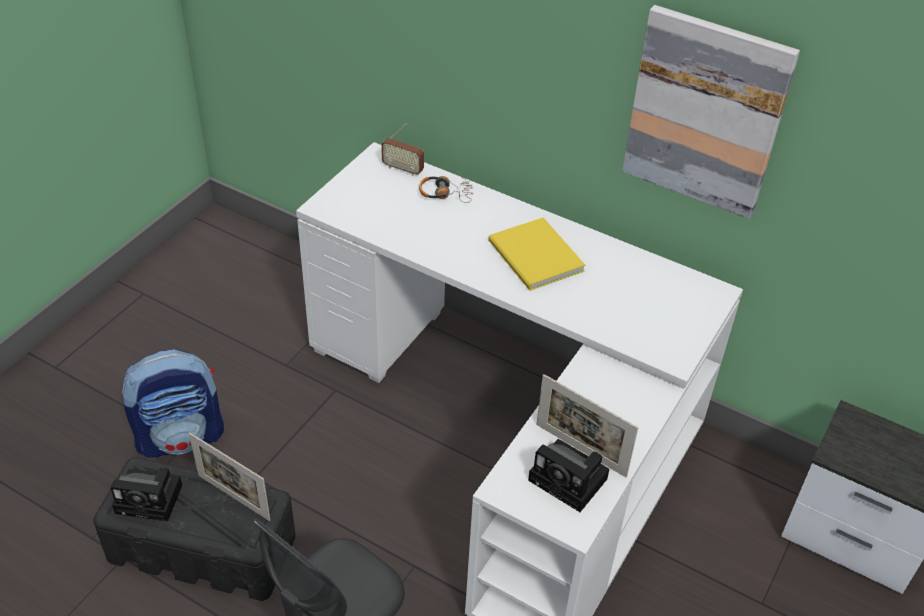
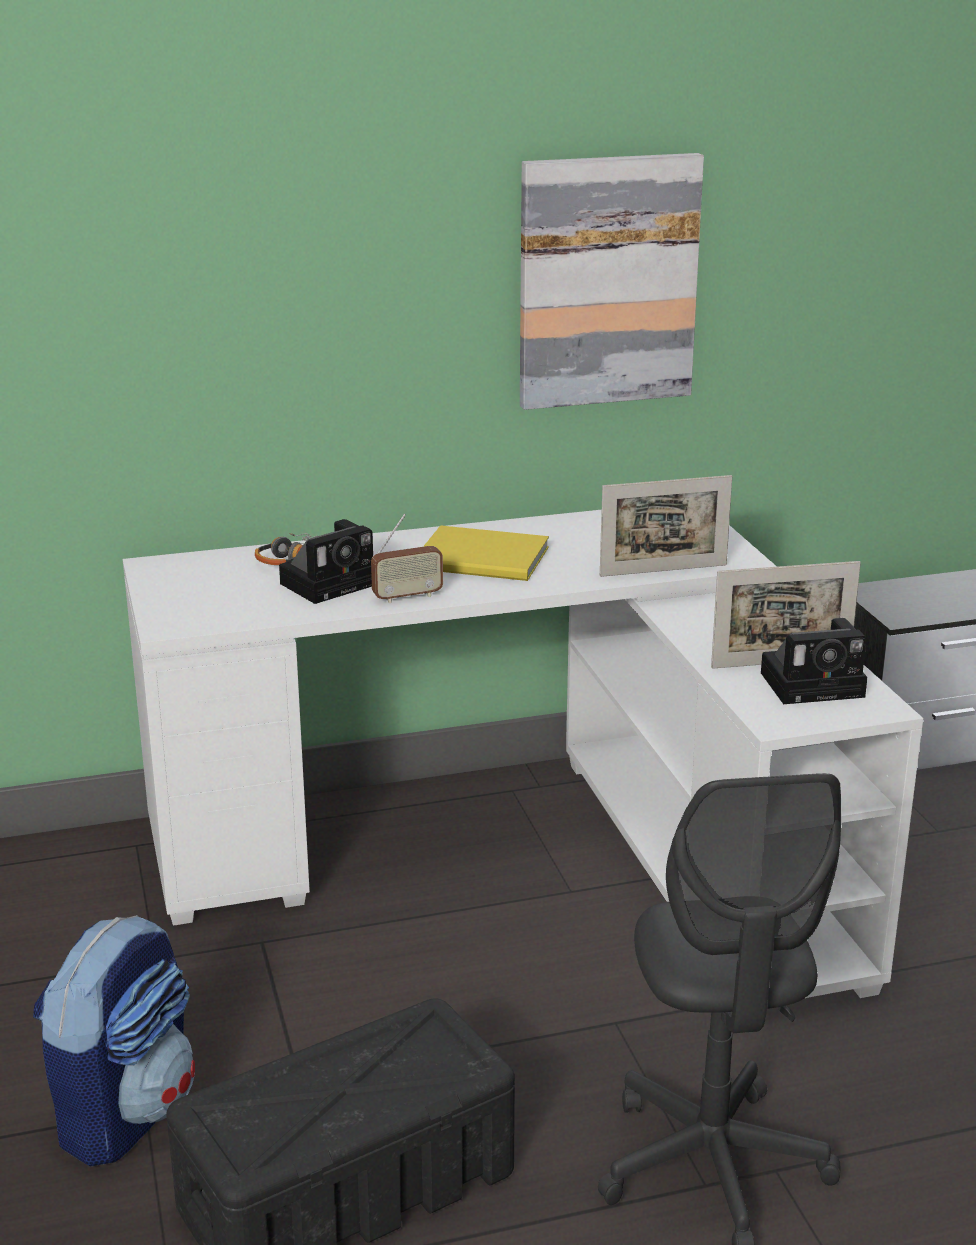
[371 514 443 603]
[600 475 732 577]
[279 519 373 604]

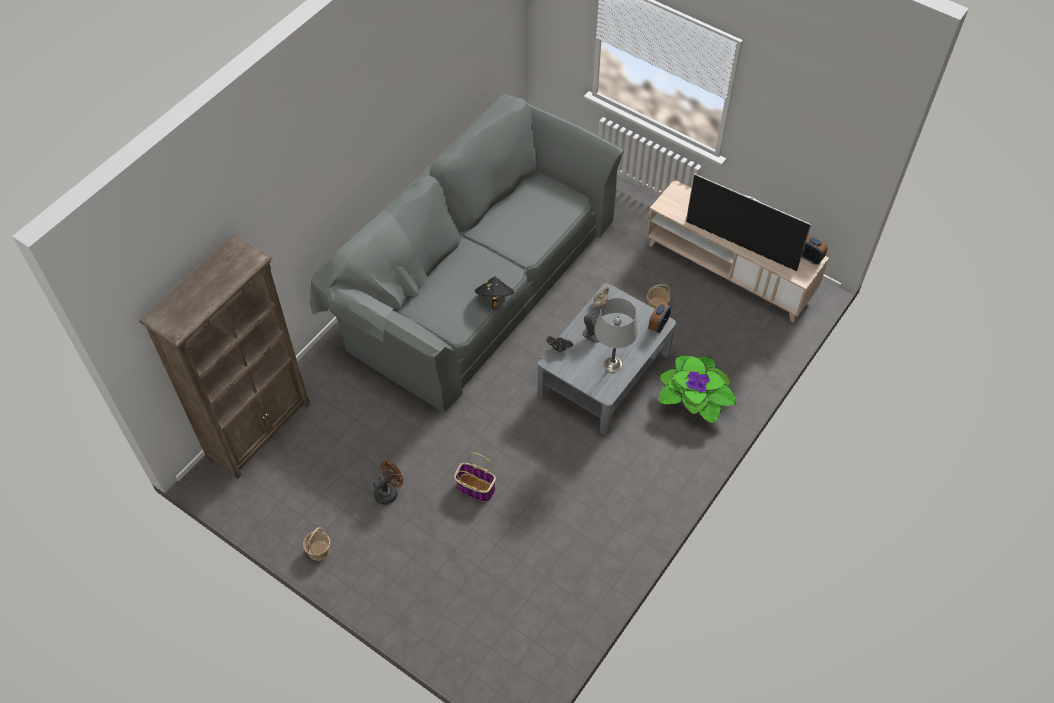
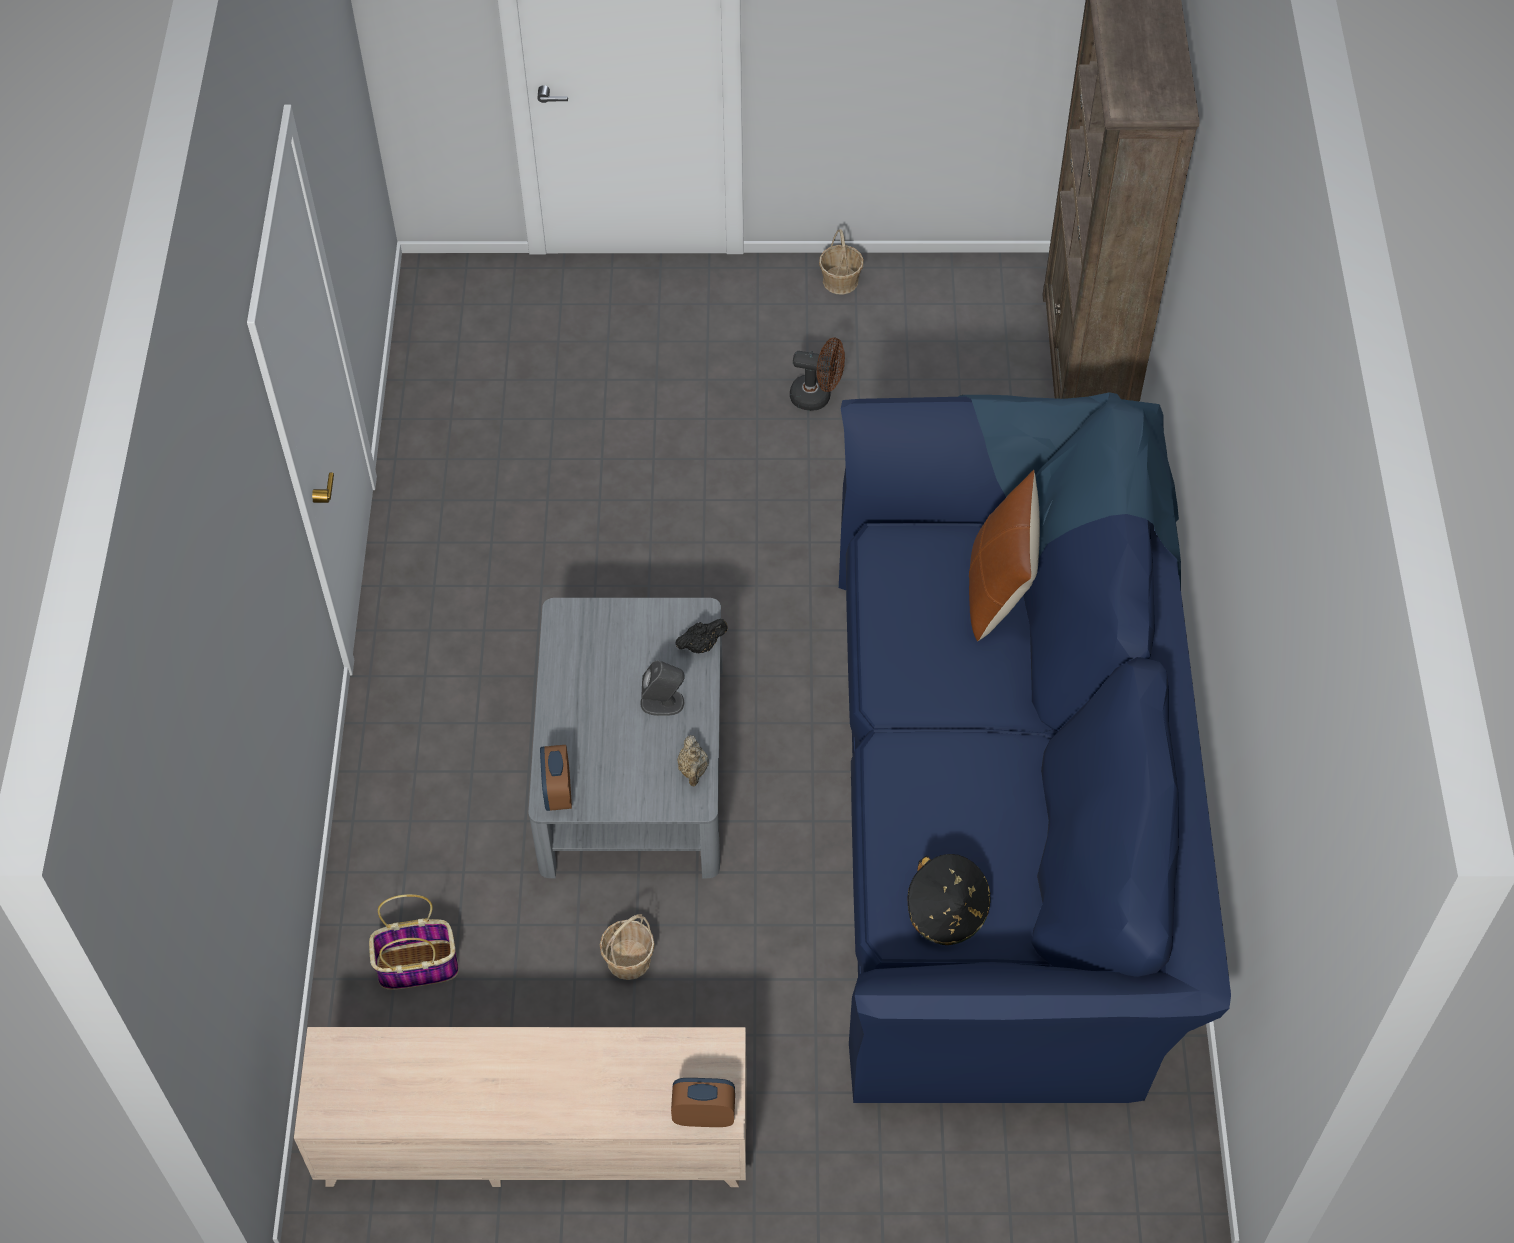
[839 392 1231 1103]
[686 174 812 271] (first image)
[671 1078 735 1127]
[908 854 991 945]
[594 298 639 372] (first image)
[659 356 736 424] (first image)
[369 894 459 990]
[790 338 845 411]
[969 470 1040 641]

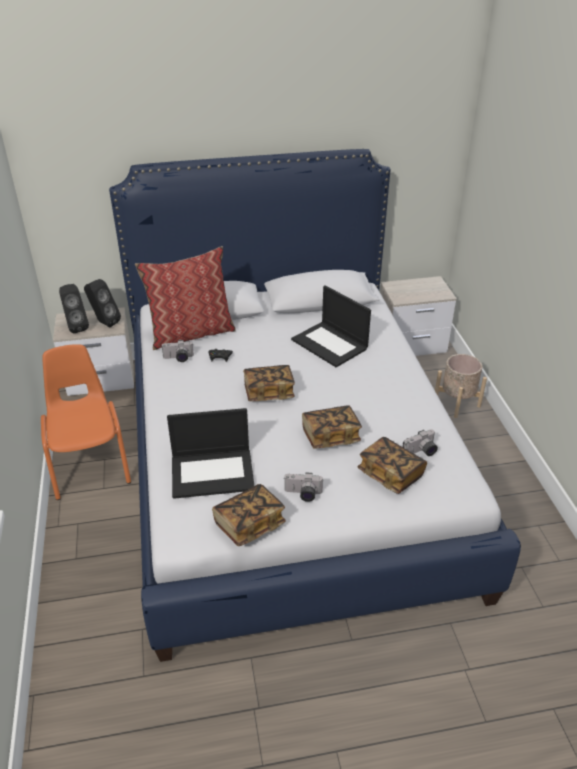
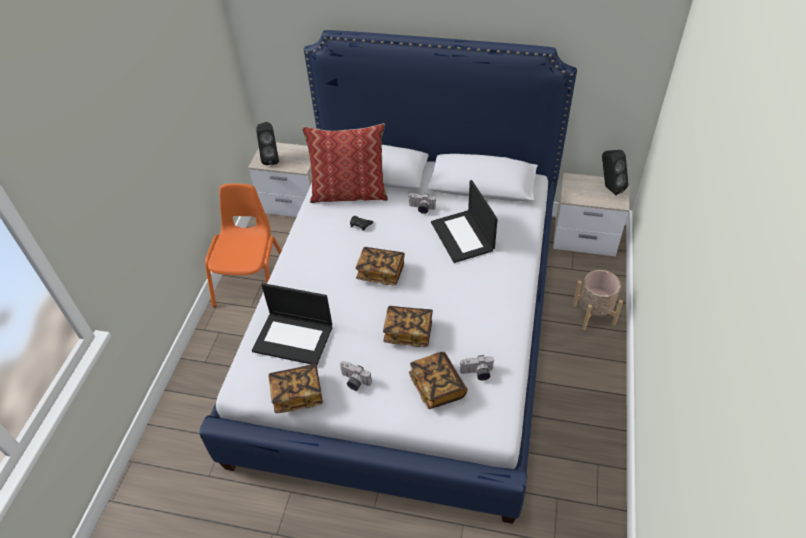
[602 150 629 196]
[408 193 436 214]

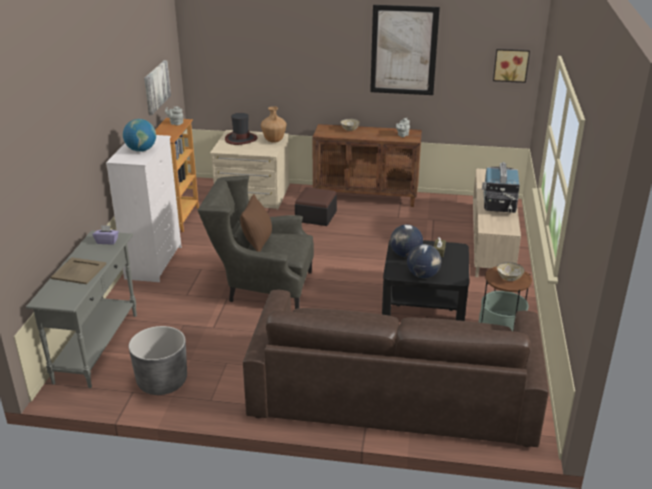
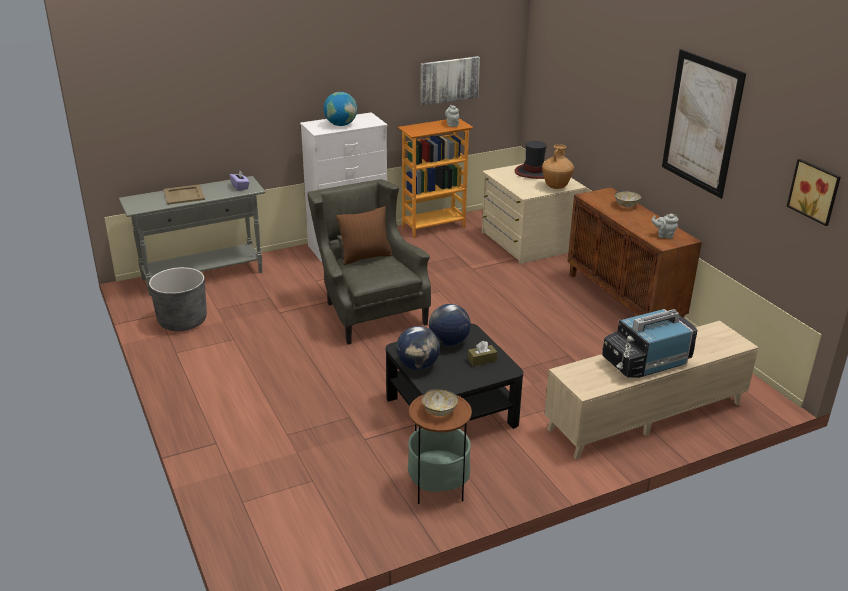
[295 187 337 226] (first image)
[243 290 549 447] (first image)

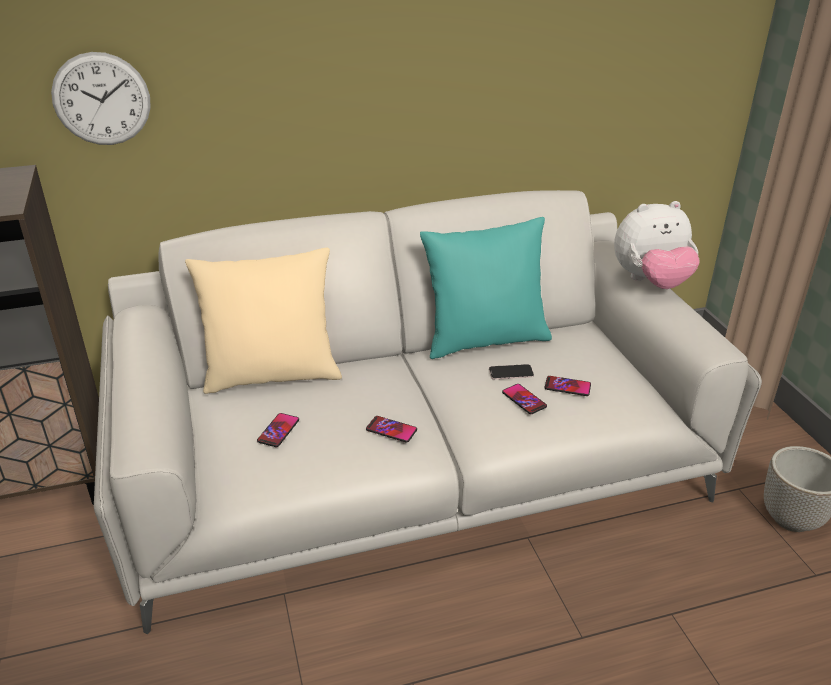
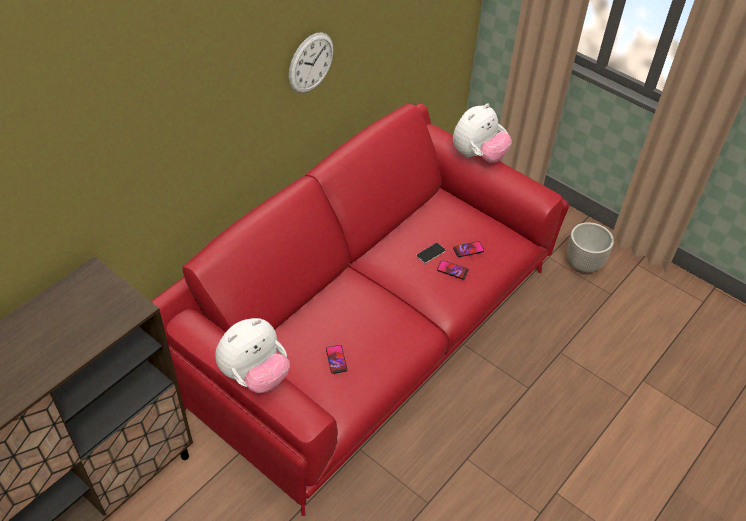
[289 32 334 94]
[151 104 569 516]
[420 217 552 359] (first image)
[185 248 342 394] (first image)
[366 416 417 443] (first image)
[215 318 290 393]

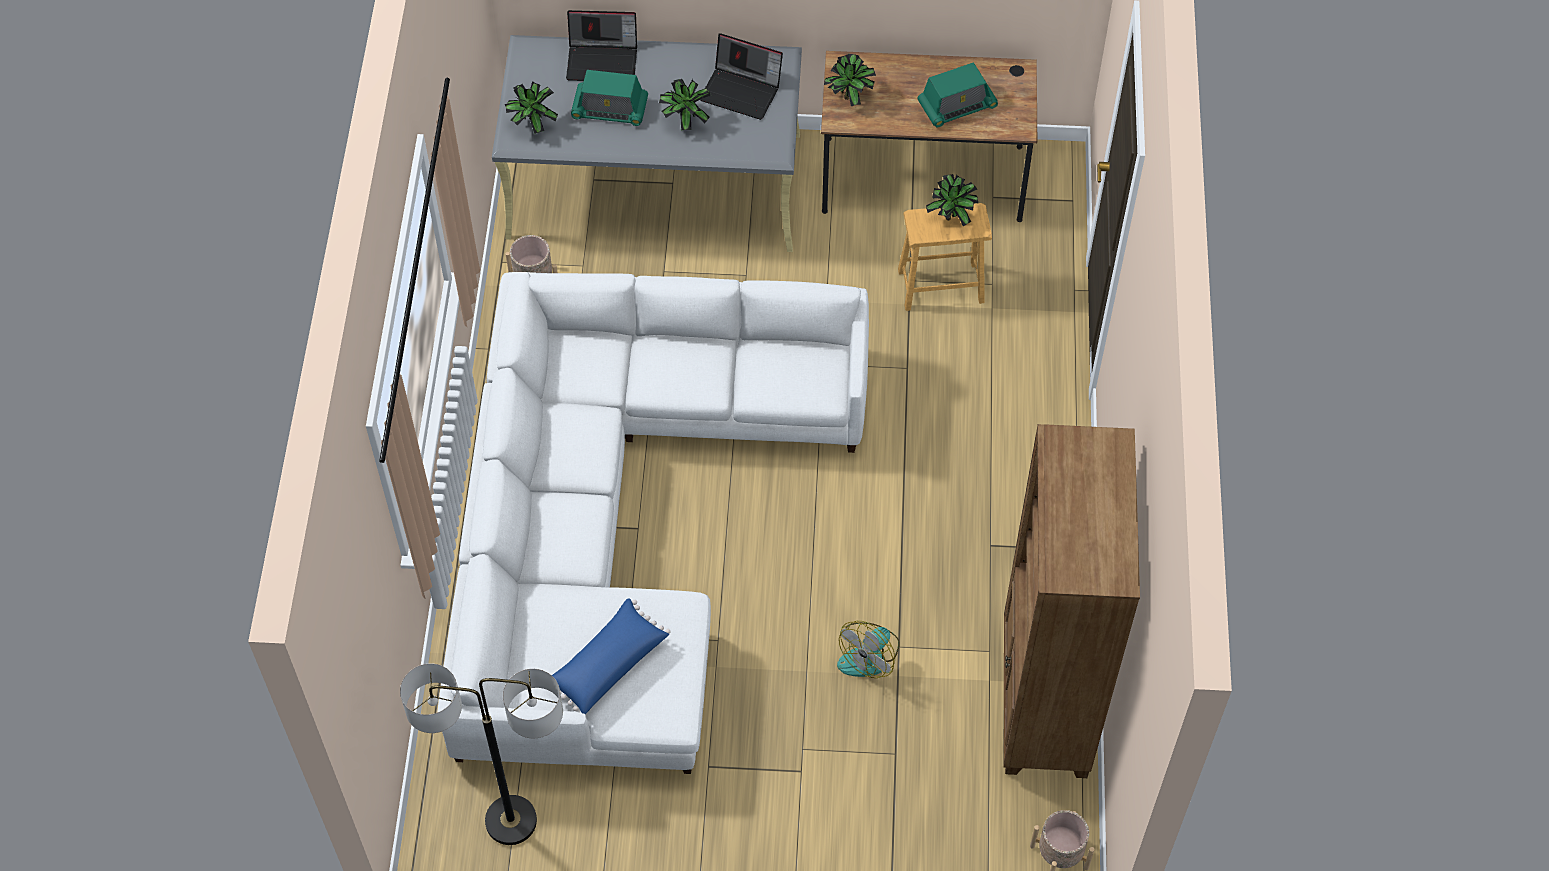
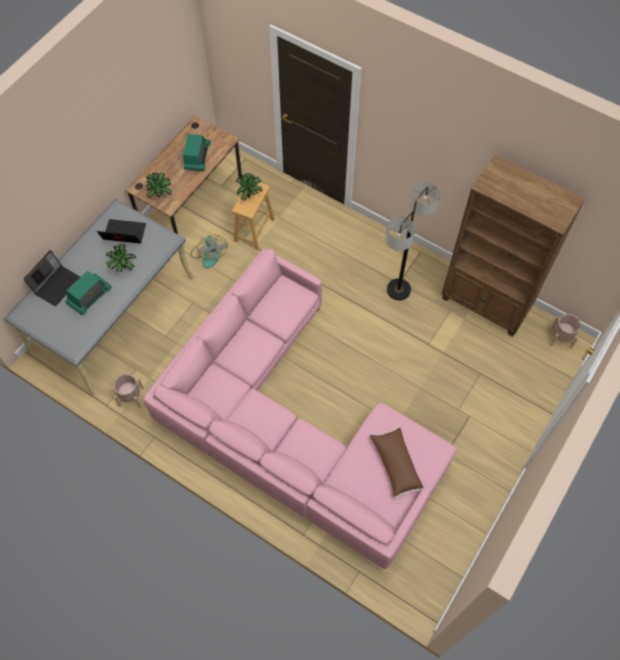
[97 219 146 243]
[505 81 558 134] (first image)
[143 249 456 569]
[370 426 423 499]
[190 235 228 269]
[385 182 440 300]

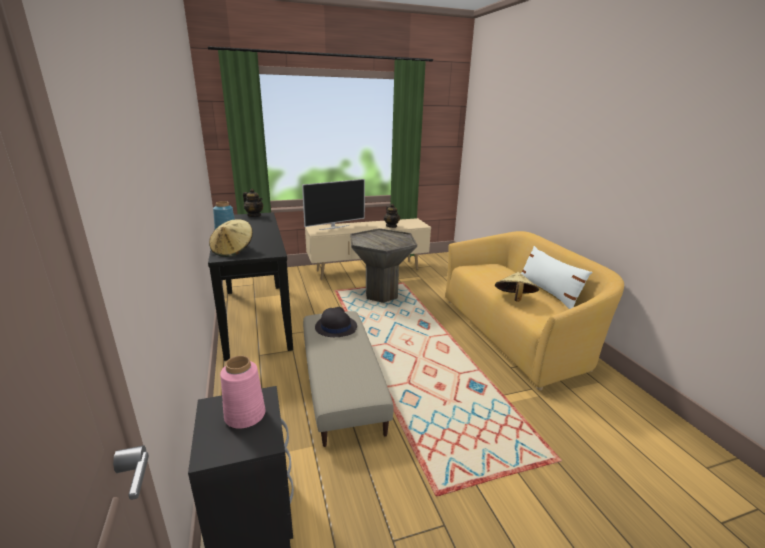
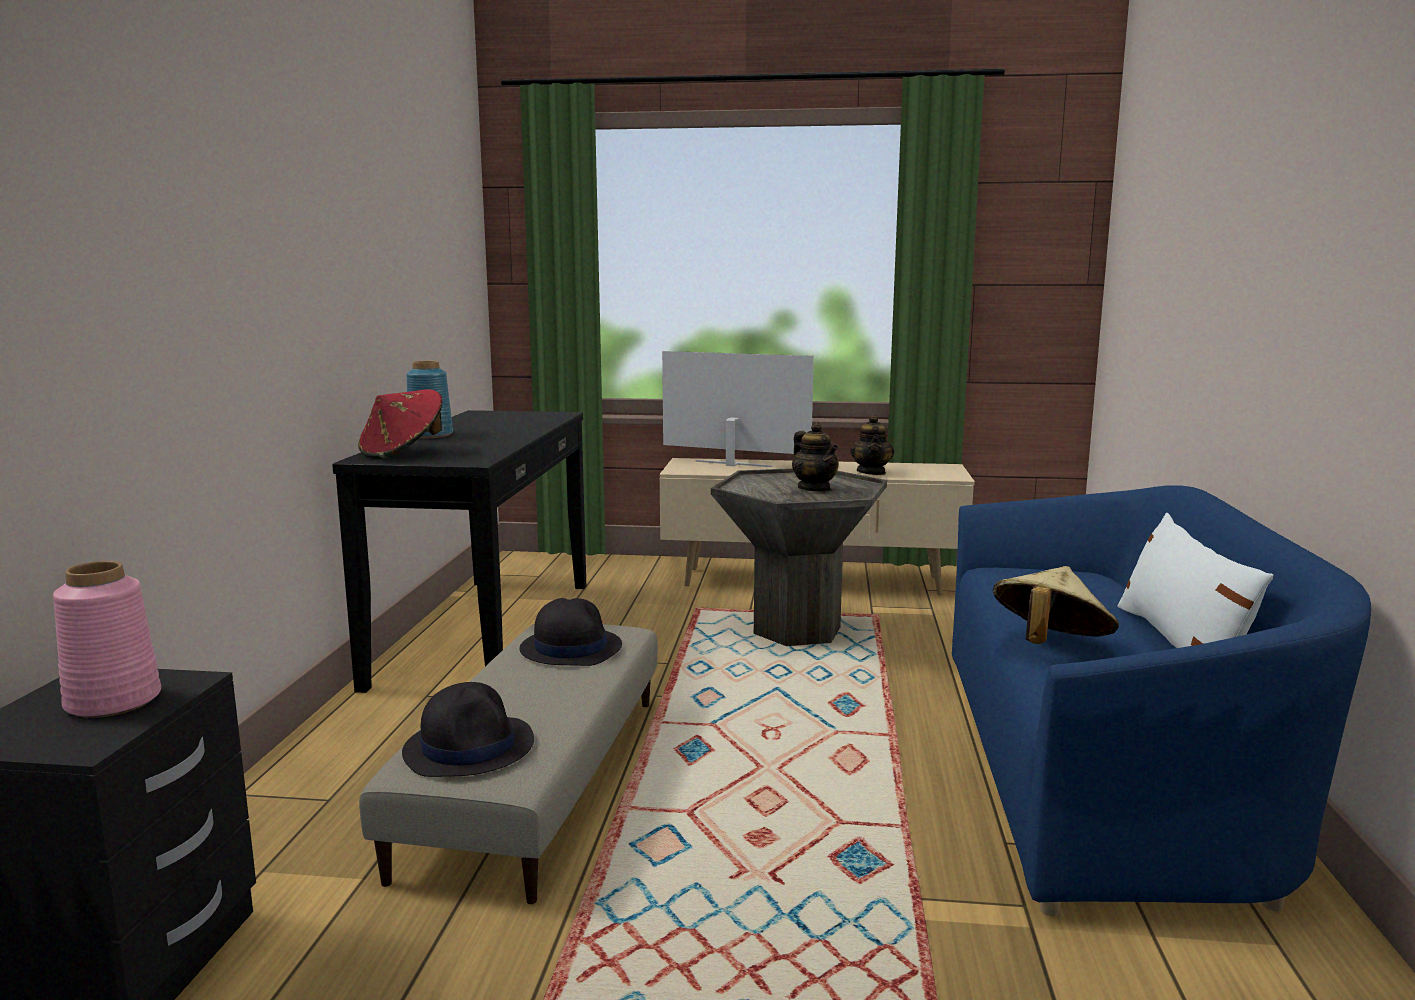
[662 351 814 467]
[792 422 839 492]
[358 389 443 459]
[952 485 1371 916]
[402 682 534 777]

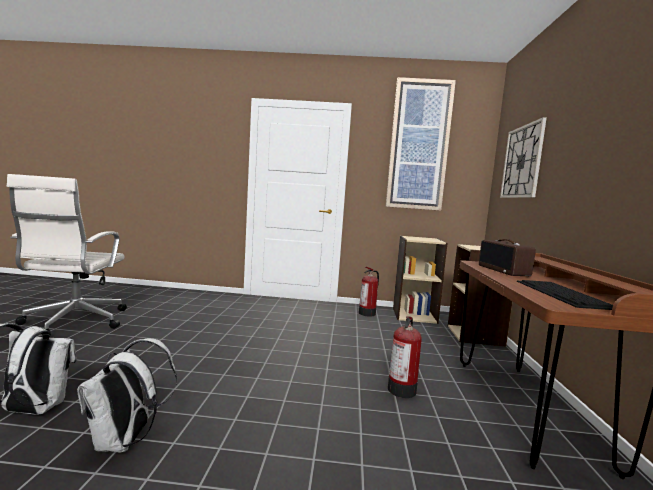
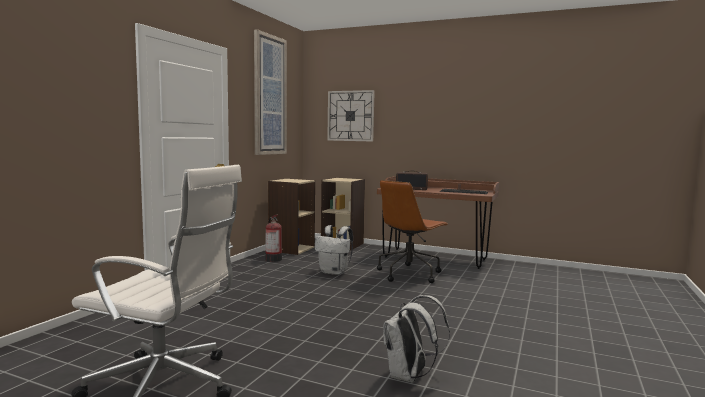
[377 180 448 283]
[315 225 353 275]

